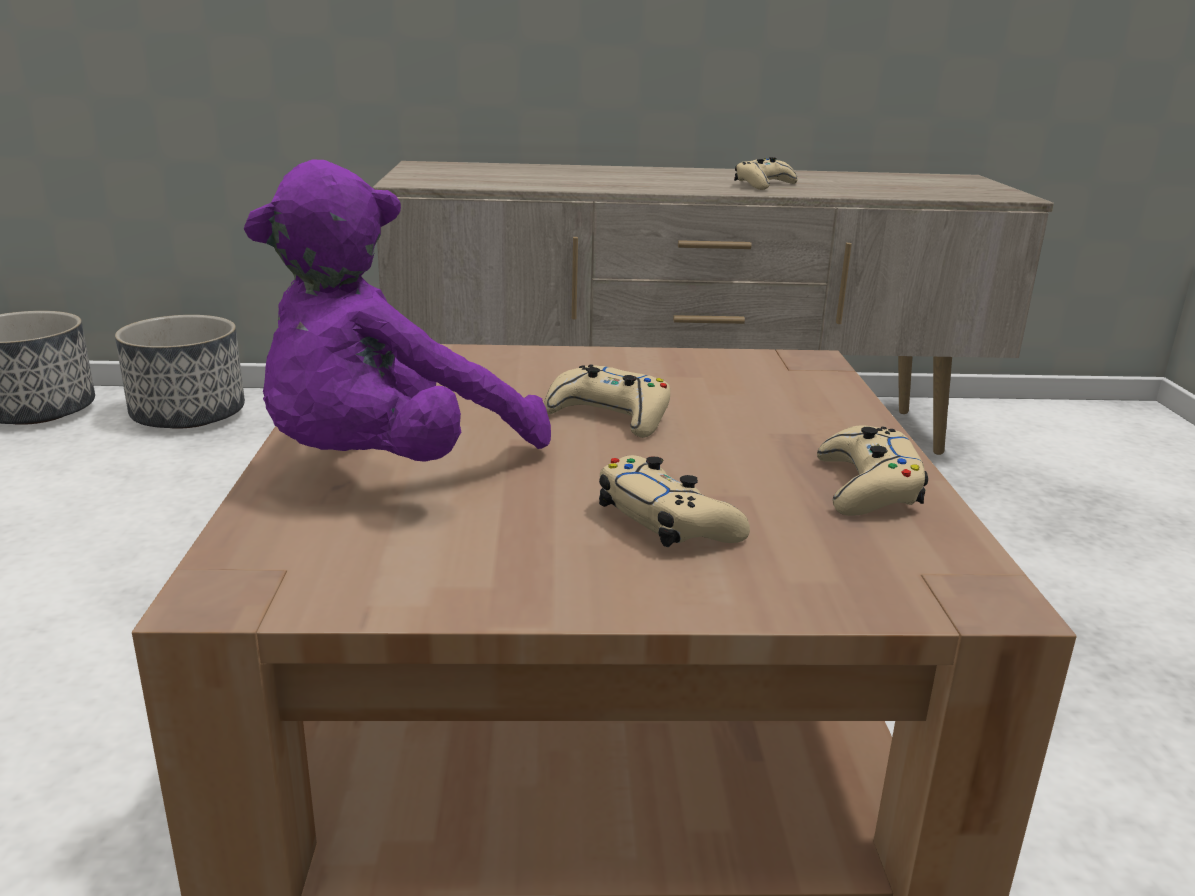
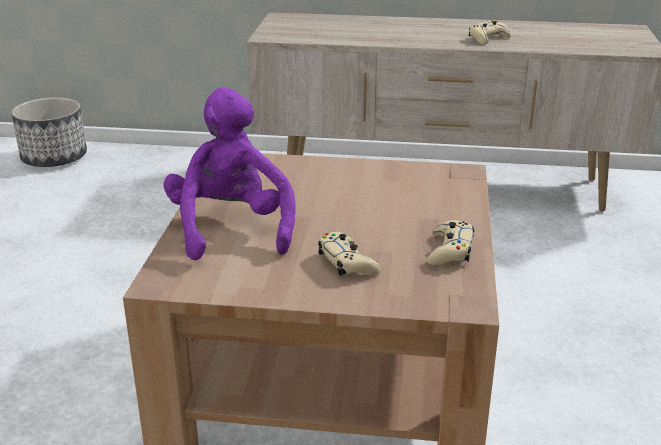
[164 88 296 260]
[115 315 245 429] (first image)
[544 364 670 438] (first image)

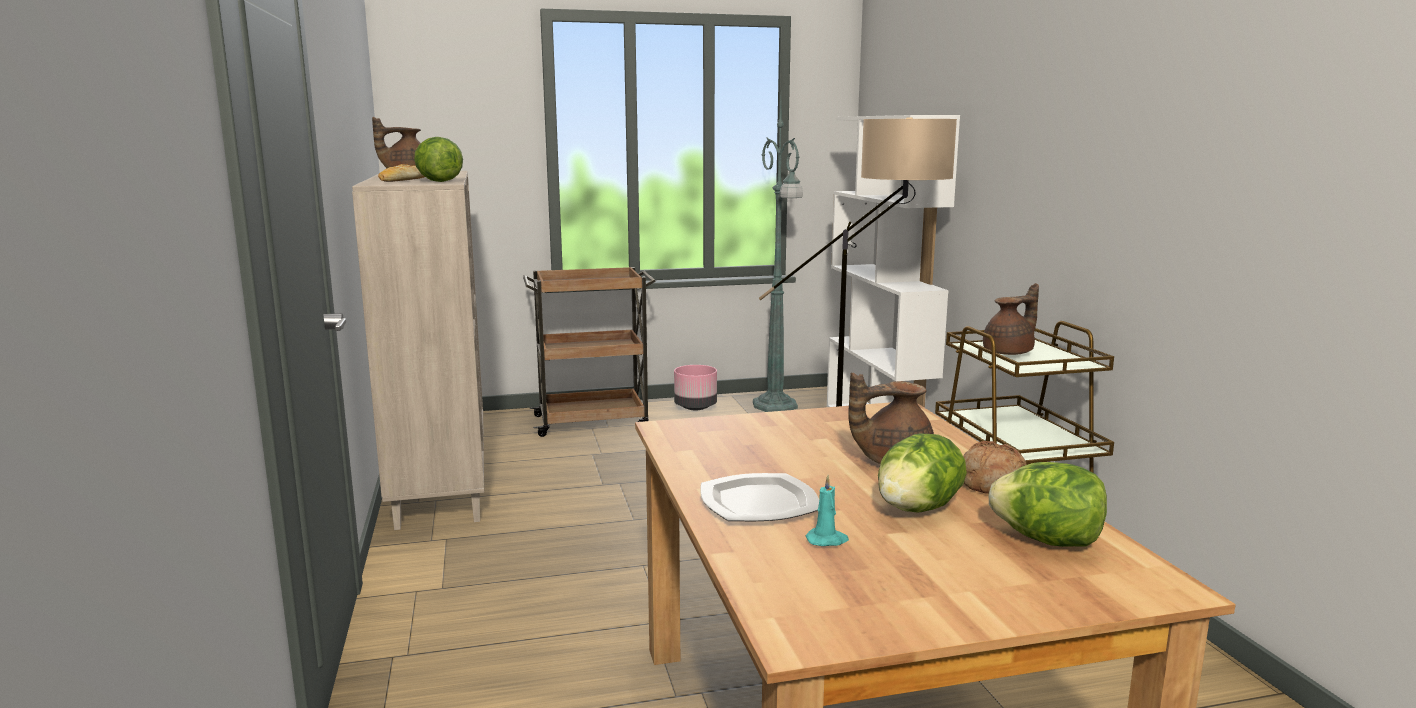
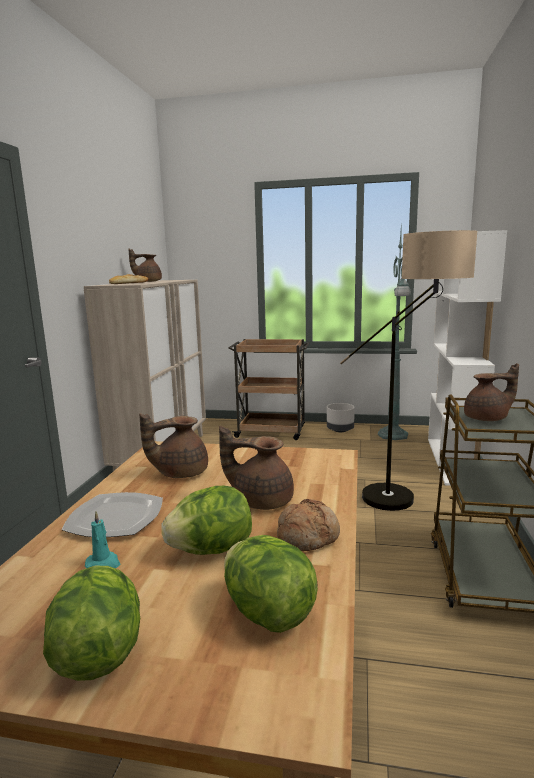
[43 566 140 681]
[327 403 355 432]
[139 413 208 478]

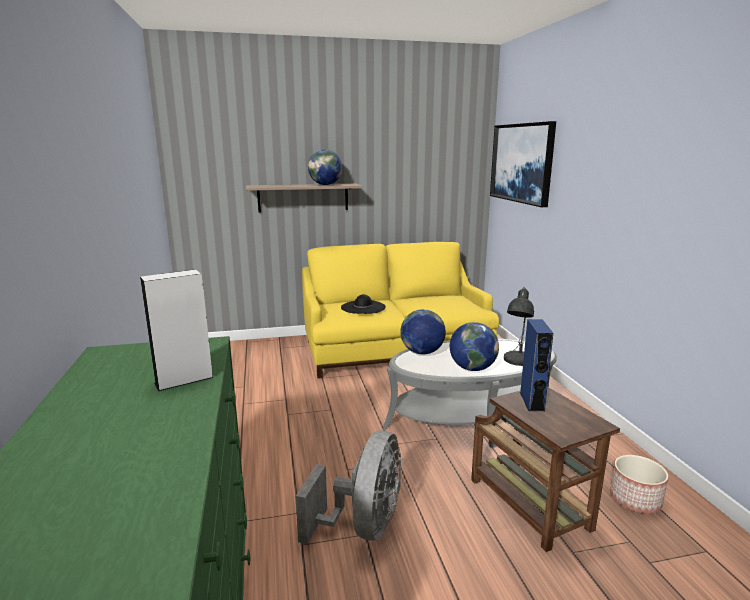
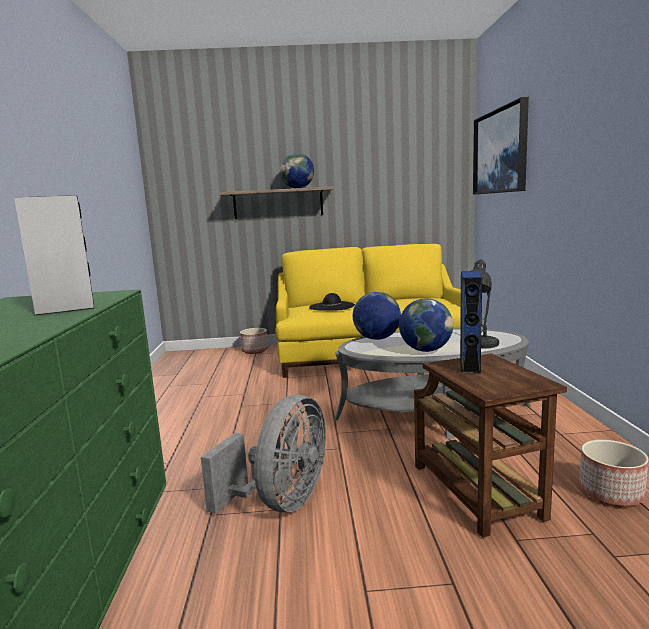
[240 328 268 354]

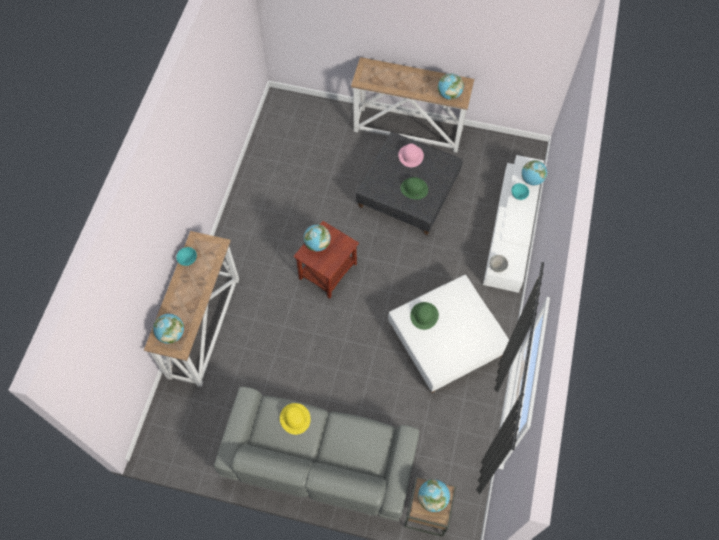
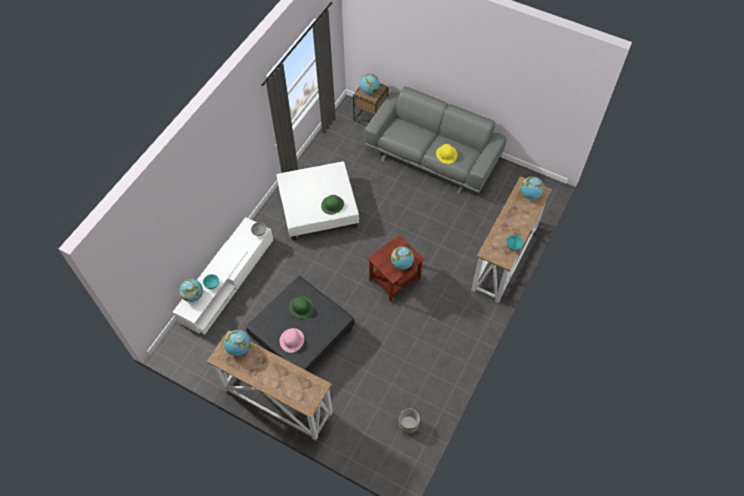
[399 408 420 434]

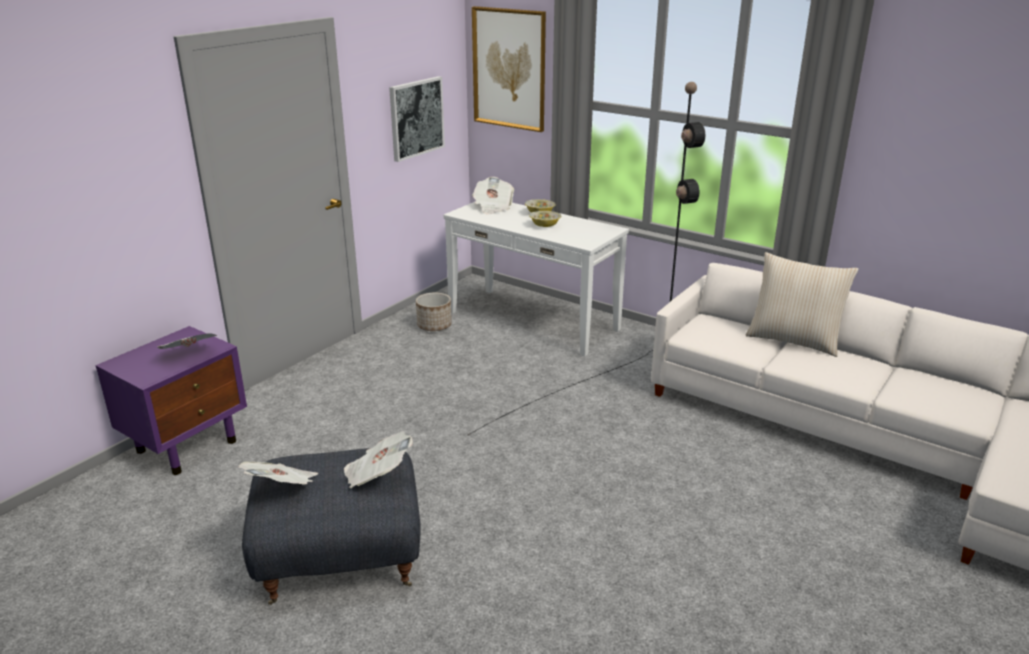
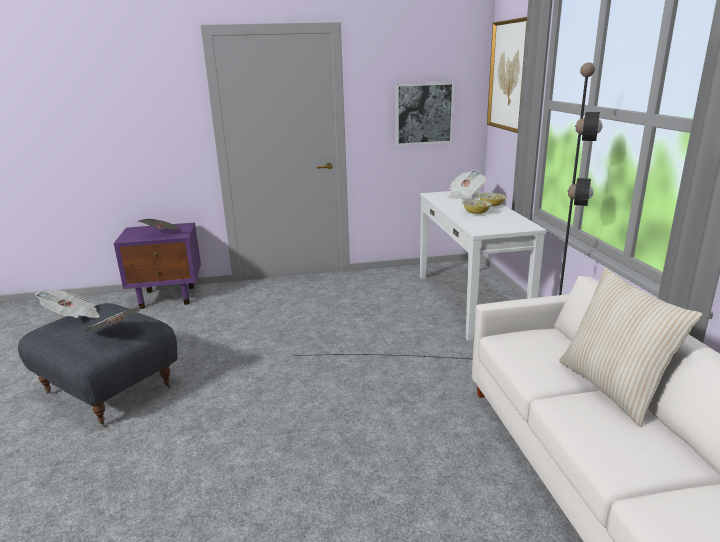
[416 293 452 331] (first image)

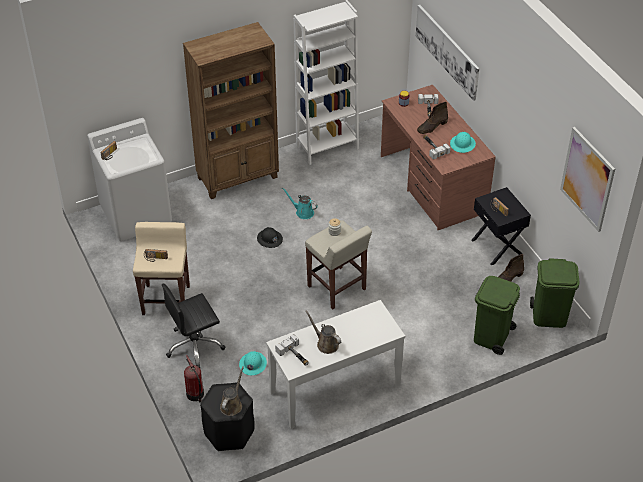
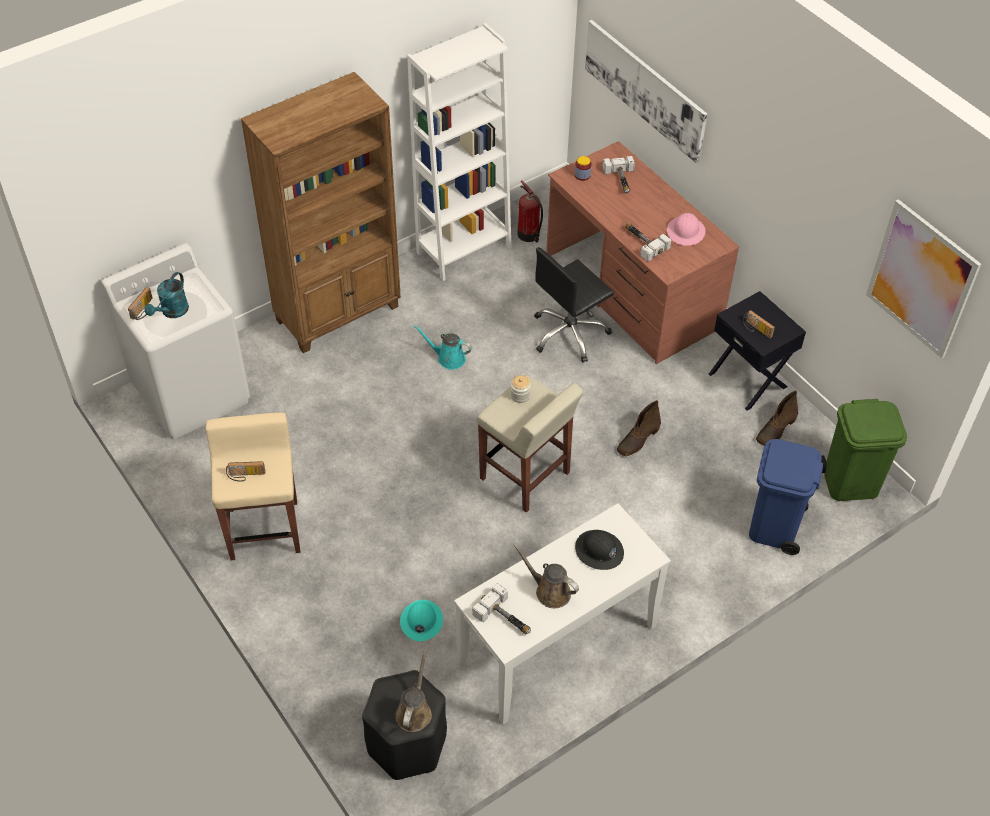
[617 400 661 456]
[667 213 705 246]
[575 530 624 570]
[749 439 823 555]
[534 247 614 362]
[518 180 543 242]
[144 272 189 318]

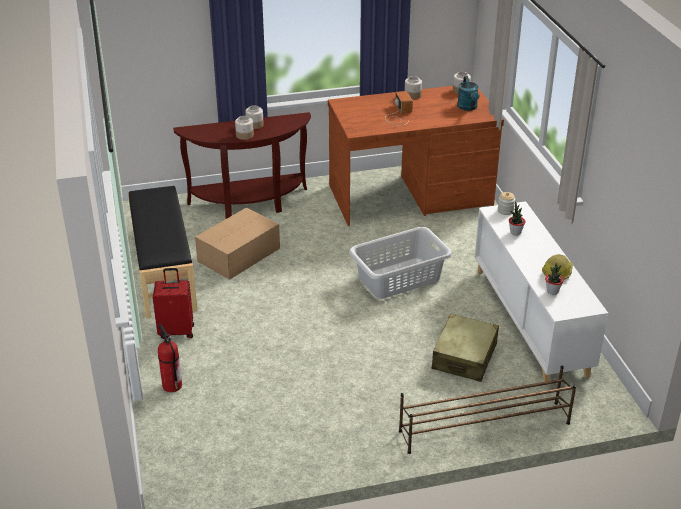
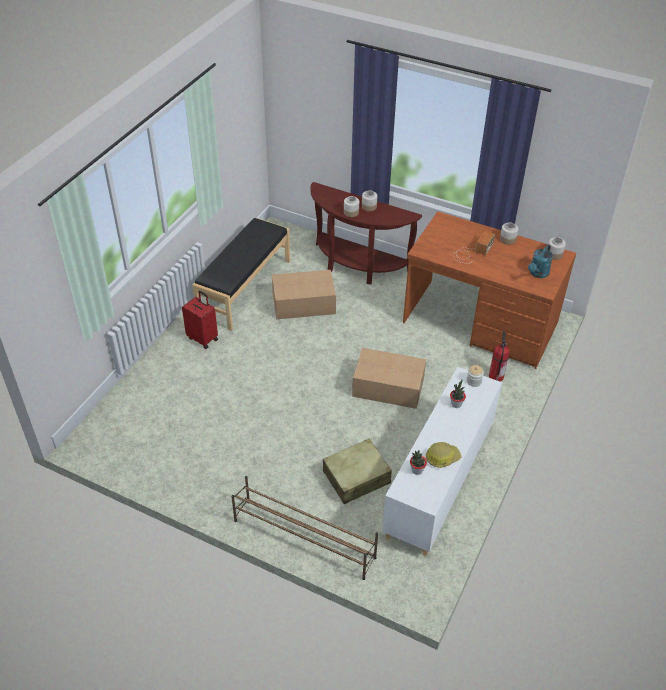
[352 348 426 409]
[489 331 509 381]

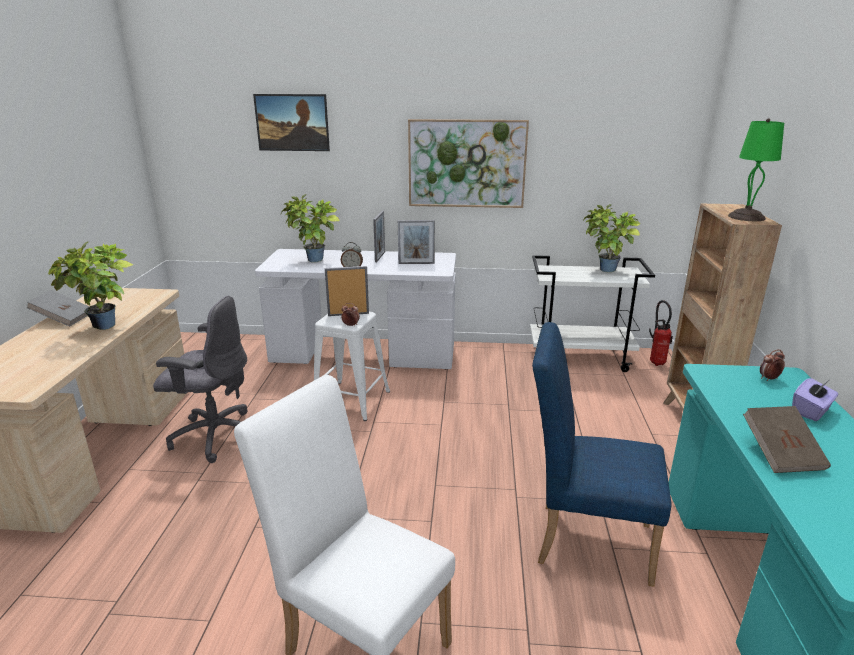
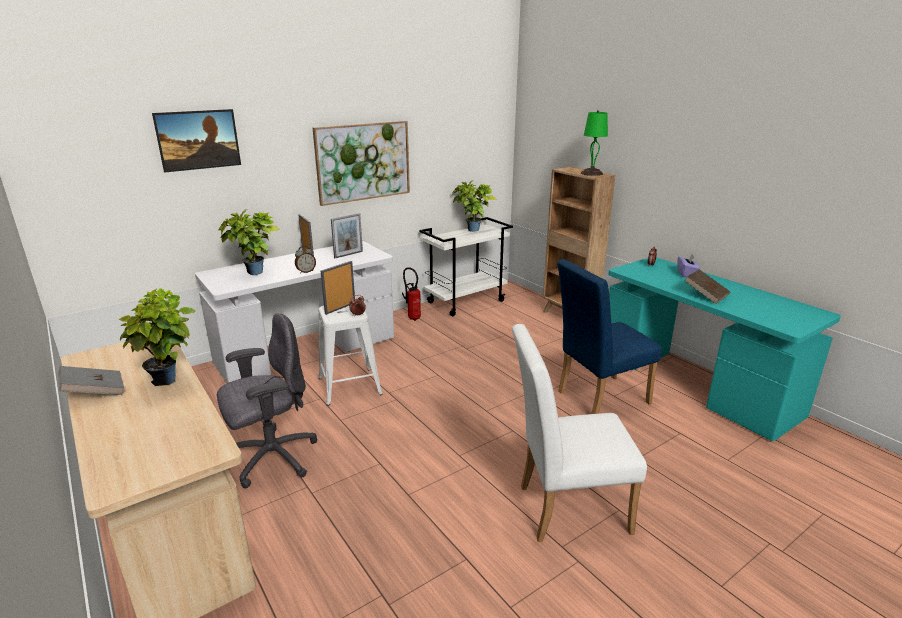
[402 267 421 321]

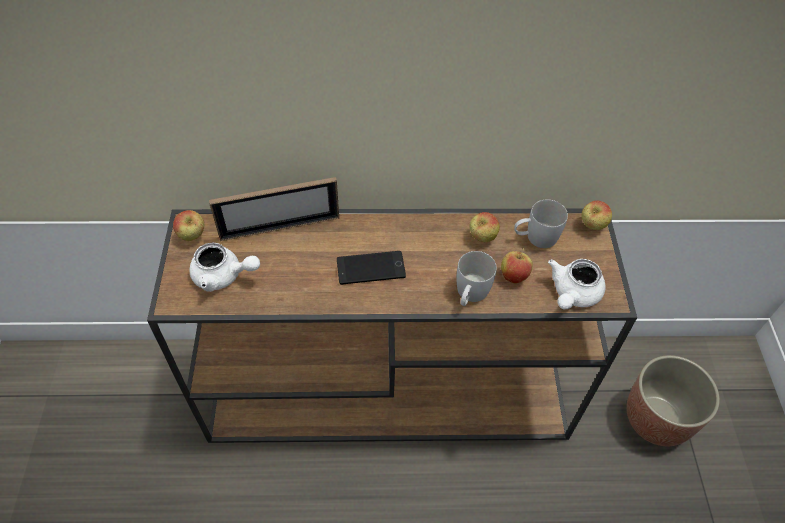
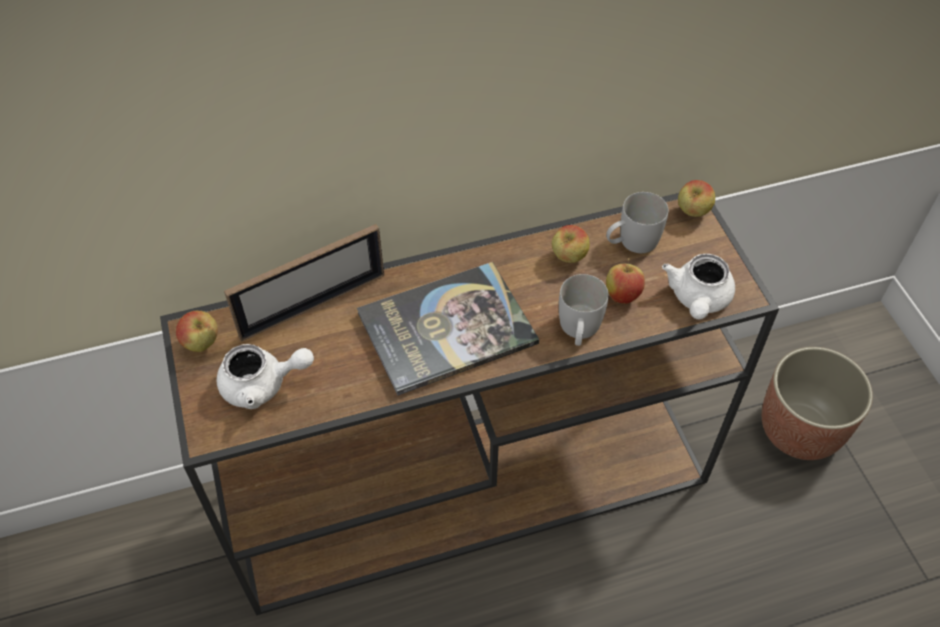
[357 262 539 396]

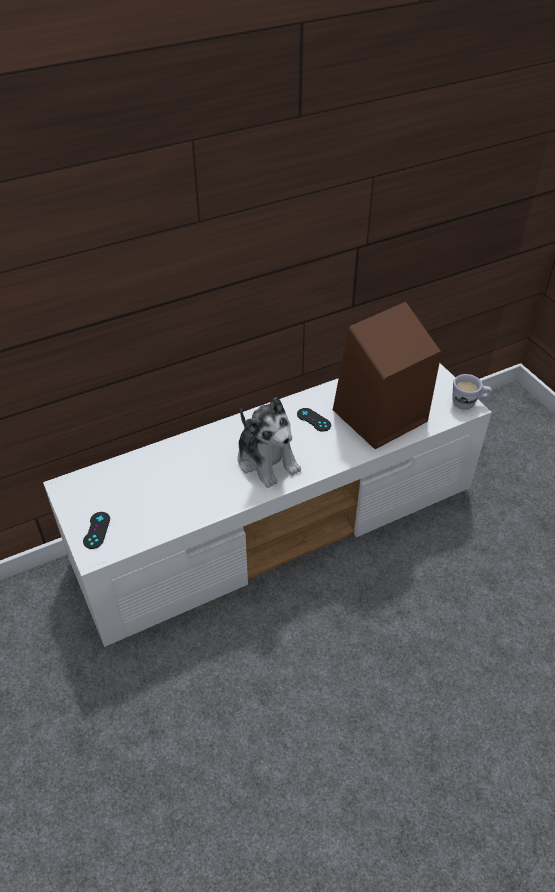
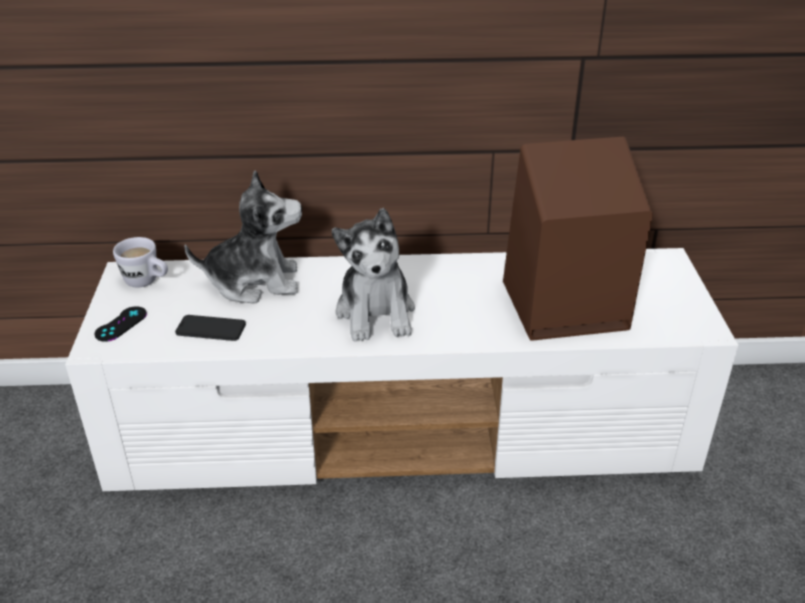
[113 237 168 288]
[297 408 331 432] (first image)
[184 170 302 304]
[175 315 246 341]

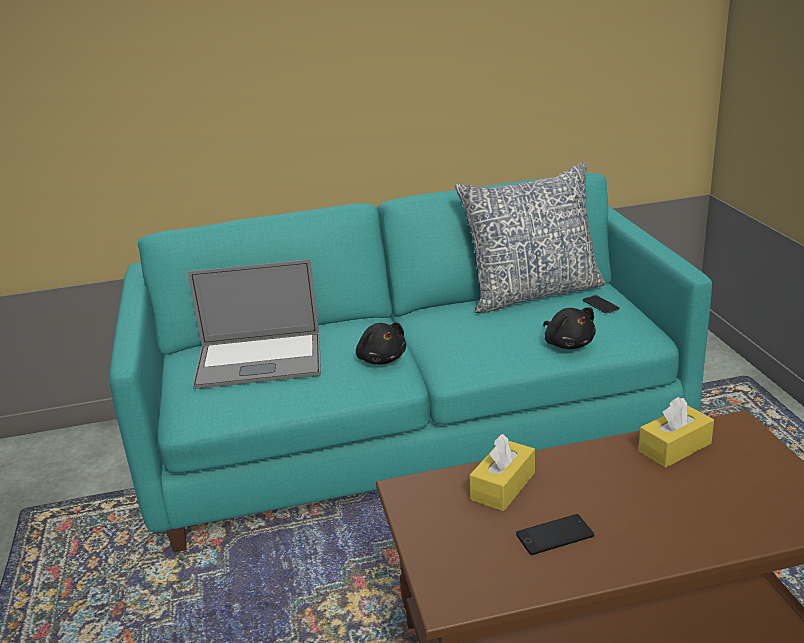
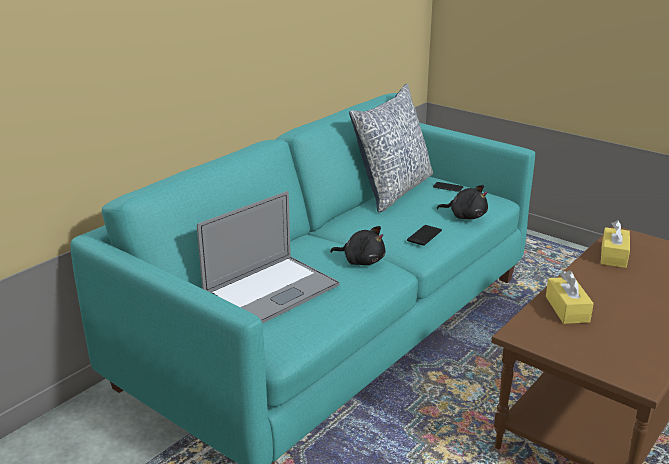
[407 225 442 246]

